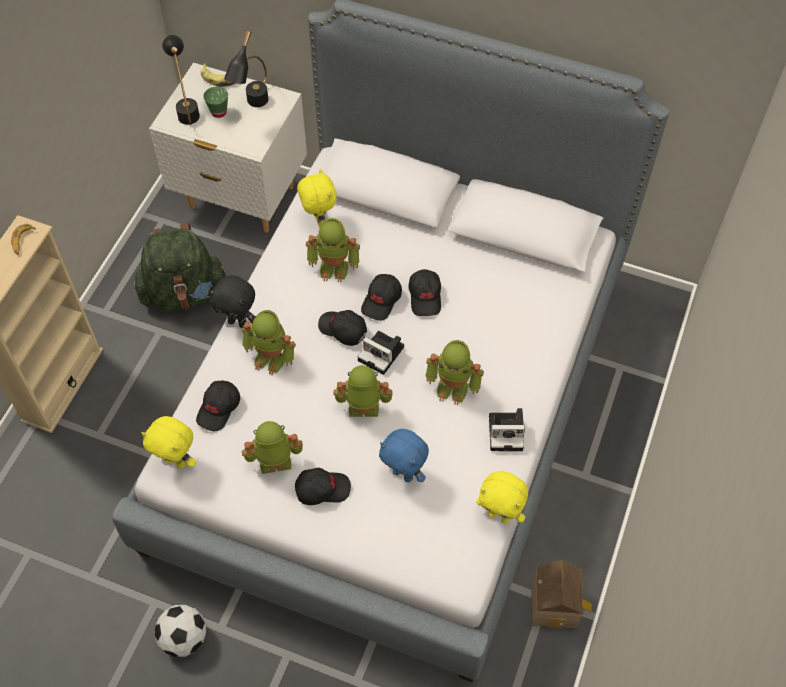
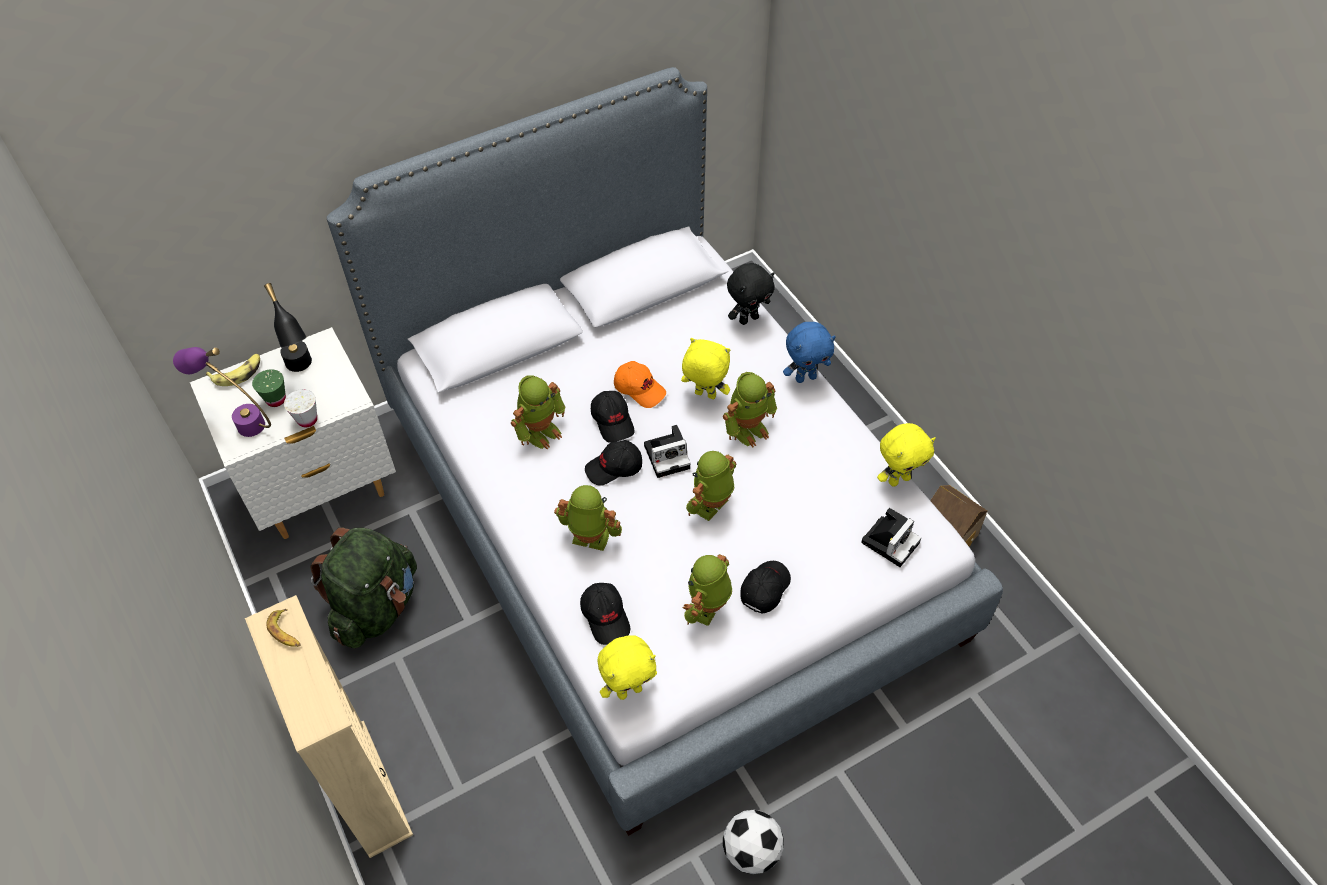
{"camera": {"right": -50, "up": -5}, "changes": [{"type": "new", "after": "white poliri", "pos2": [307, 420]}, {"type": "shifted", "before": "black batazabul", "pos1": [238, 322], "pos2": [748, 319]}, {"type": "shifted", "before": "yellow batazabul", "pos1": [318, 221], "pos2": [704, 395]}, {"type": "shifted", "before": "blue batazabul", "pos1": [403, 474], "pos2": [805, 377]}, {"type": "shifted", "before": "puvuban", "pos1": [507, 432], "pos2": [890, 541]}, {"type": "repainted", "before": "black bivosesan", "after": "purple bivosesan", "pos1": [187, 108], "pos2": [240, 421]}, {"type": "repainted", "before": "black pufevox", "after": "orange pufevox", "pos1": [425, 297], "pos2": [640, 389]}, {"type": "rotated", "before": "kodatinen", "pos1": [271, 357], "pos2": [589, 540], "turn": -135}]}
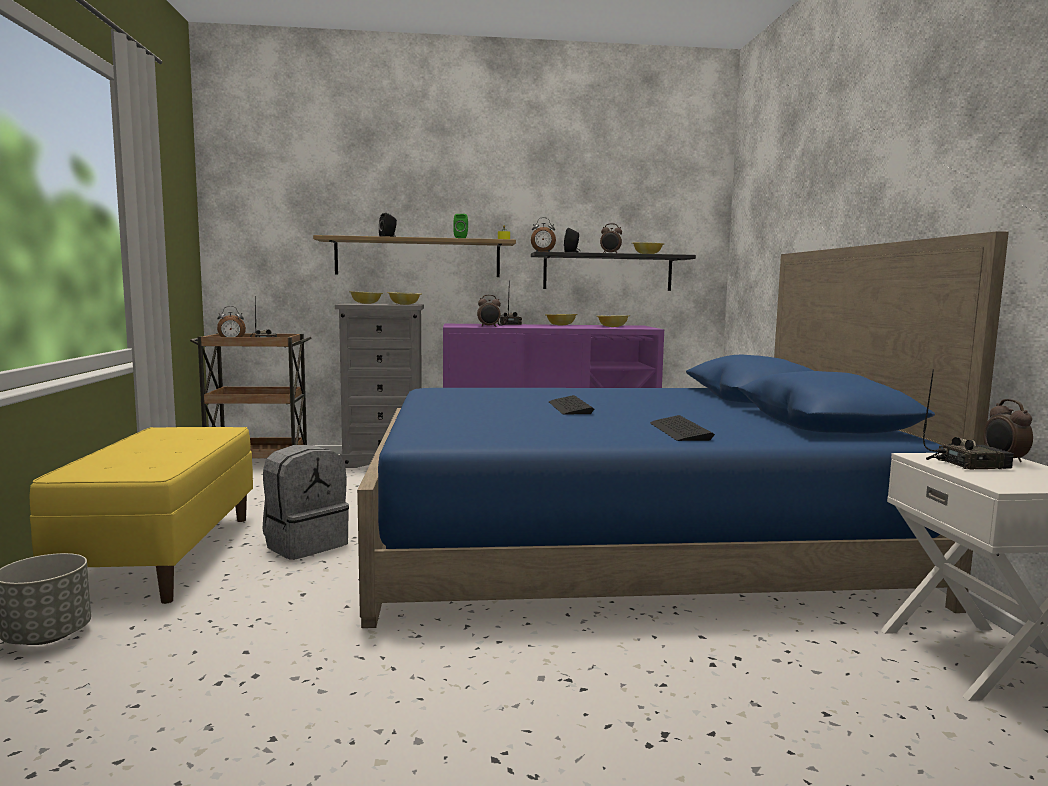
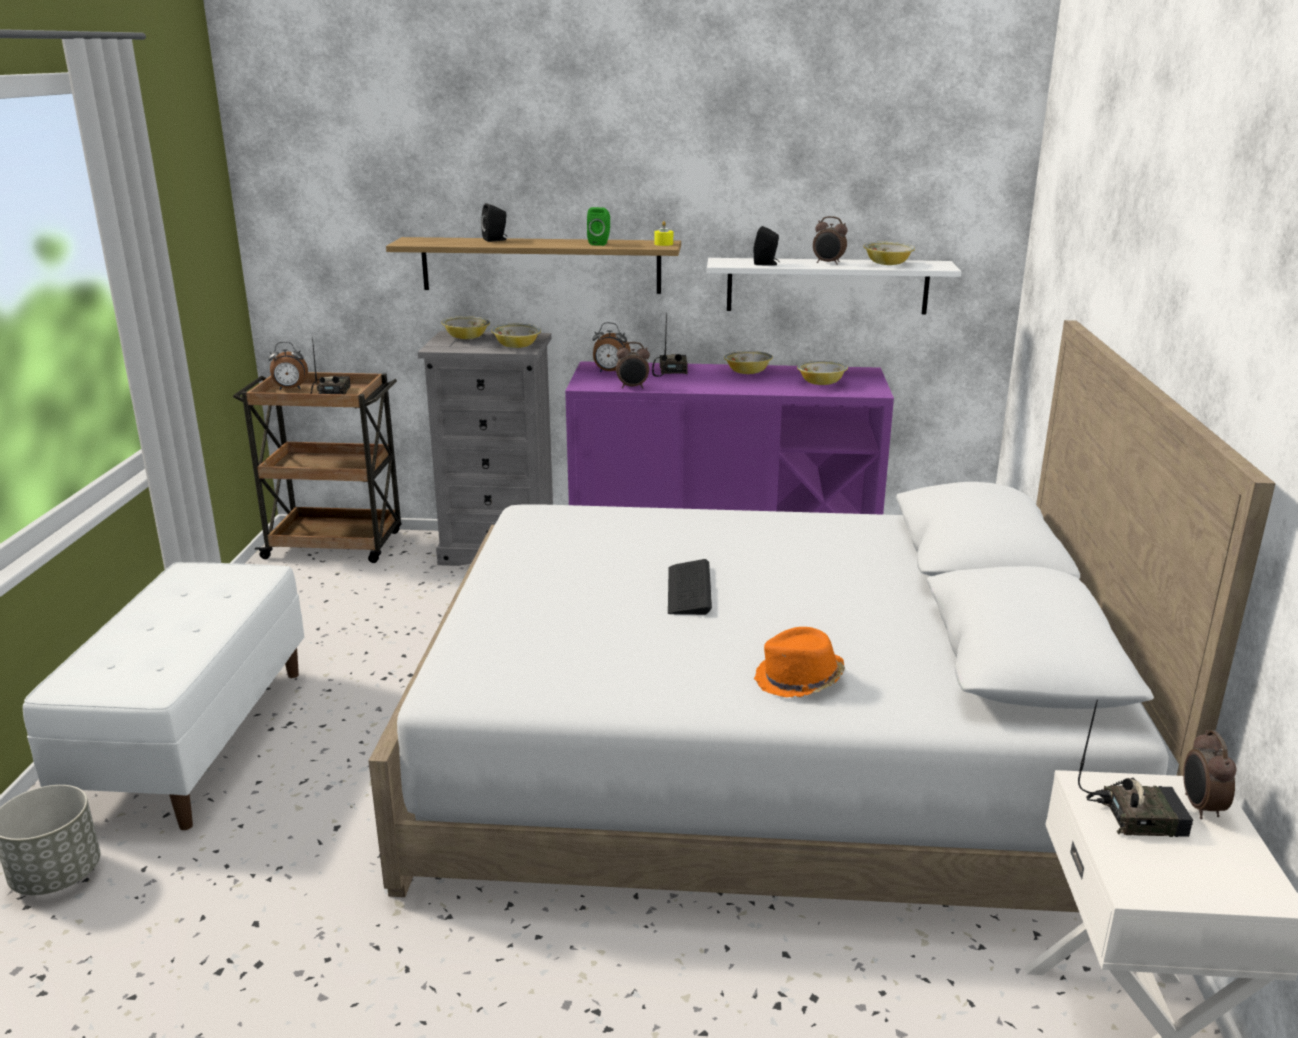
{"camera": {"right": 10, "up": 15}, "changes": [{"type": "gone", "before": "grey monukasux", "pos1": [305, 544]}, {"type": "shifted", "before": "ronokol", "pos1": [543, 252], "pos2": [610, 372]}, {"type": "swapped", "before": "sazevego", "after": "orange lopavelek", "pos1": [680, 431], "pos2": [799, 680]}, {"type": "repainted", "before": "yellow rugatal", "after": "white rugatal", "pos1": [163, 555], "pos2": [193, 739]}, {"type": "repainted", "before": "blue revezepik", "after": "white revezepik", "pos1": [623, 542], "pos2": [761, 756]}, {"type": "repainted", "before": "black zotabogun", "after": "white zotabogun", "pos1": [607, 272], "pos2": [827, 286]}]}
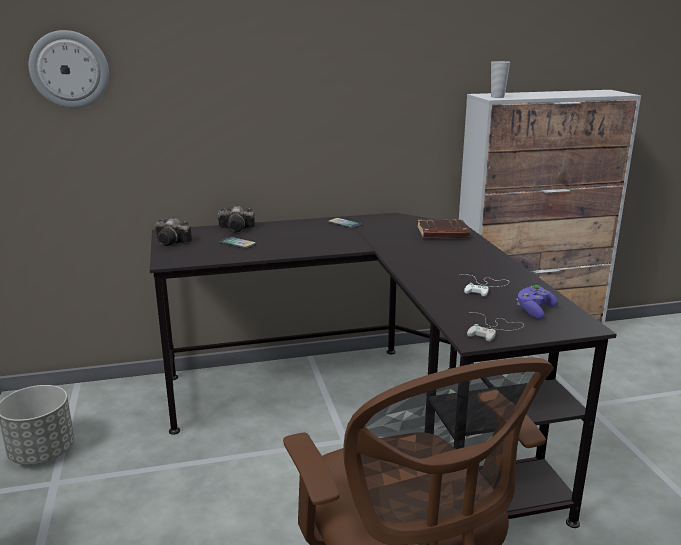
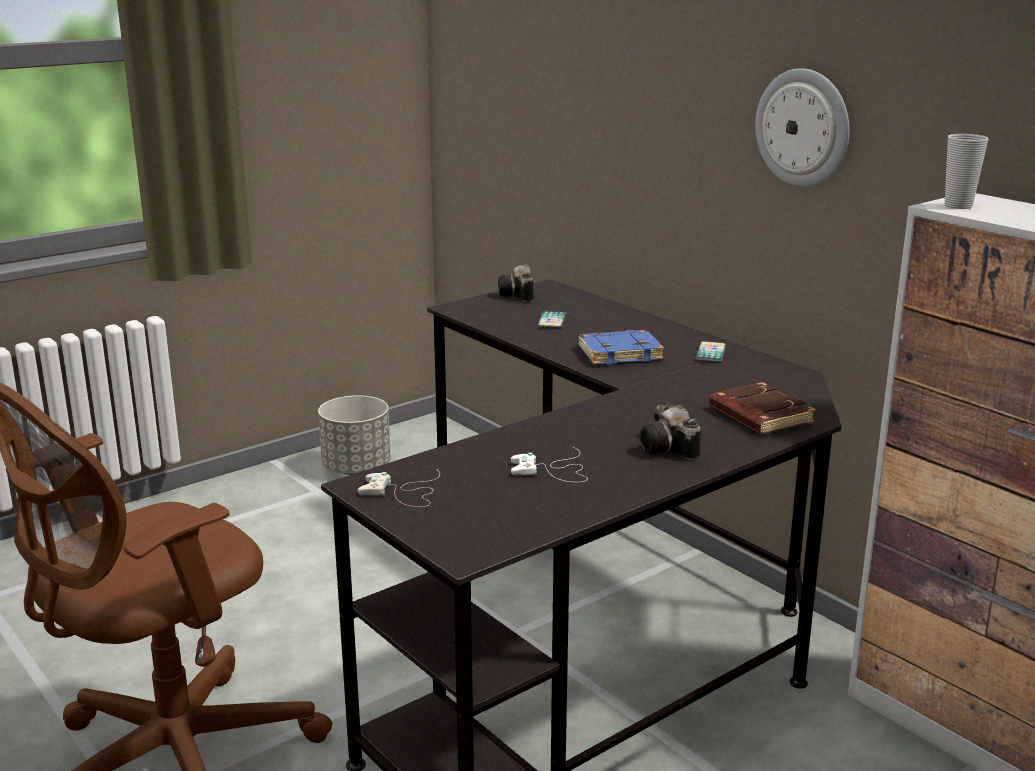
{"camera": {"right": 65, "up": 0}, "changes": [{"type": "gone", "before": "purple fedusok", "pos1": [534, 310]}, {"type": "new", "after": "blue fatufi", "pos2": [620, 353]}, {"type": "shifted", "before": "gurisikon", "pos1": [69, 69], "pos2": [803, 127]}, {"type": "shifted", "before": "puvuban", "pos1": [238, 229], "pos2": [670, 449]}]}
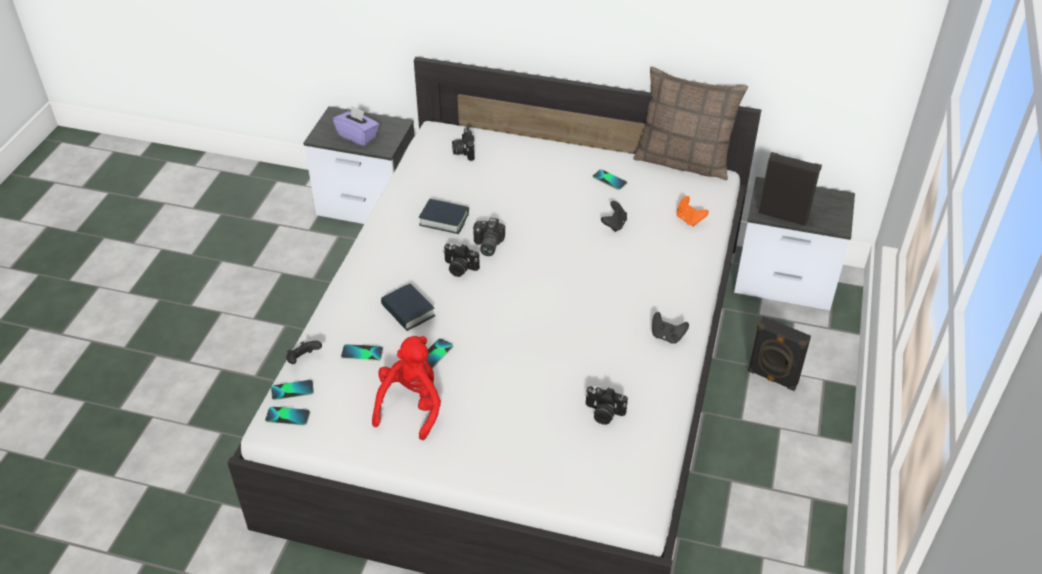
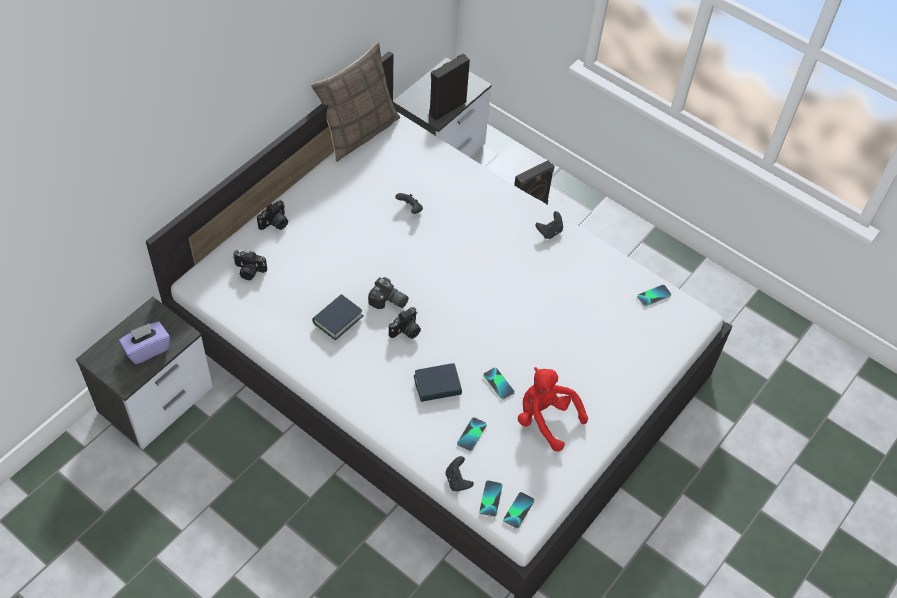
{"camera": {"right": -70, "up": 10}, "changes": [{"type": "gone", "before": "orange fedusok", "pos1": [689, 219]}, {"type": "shifted", "before": "puvuban", "pos1": [603, 413], "pos2": [275, 223]}, {"type": "shifted", "before": "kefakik", "pos1": [609, 180], "pos2": [653, 296]}]}
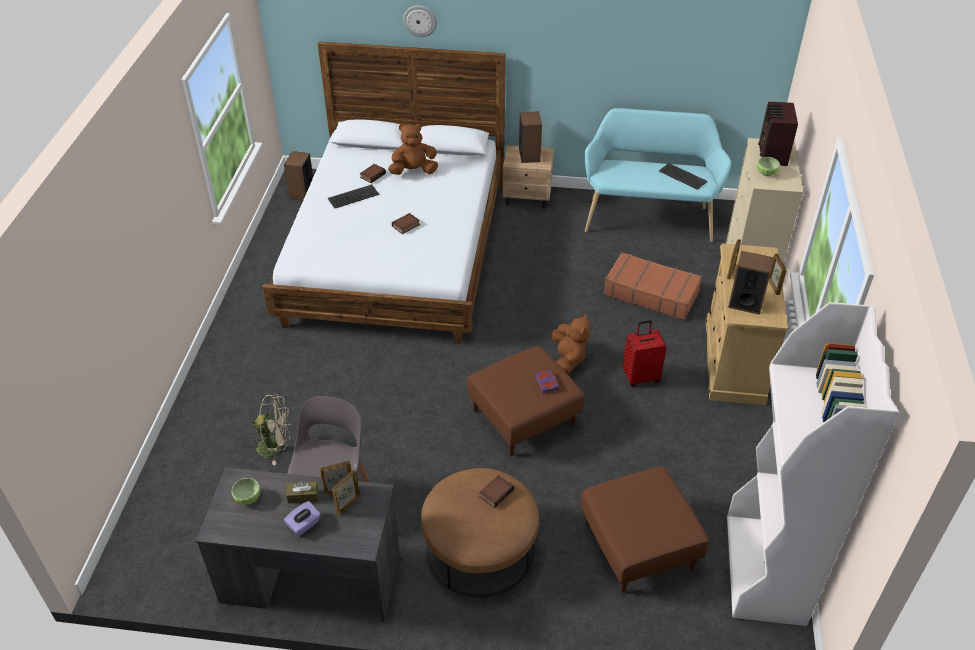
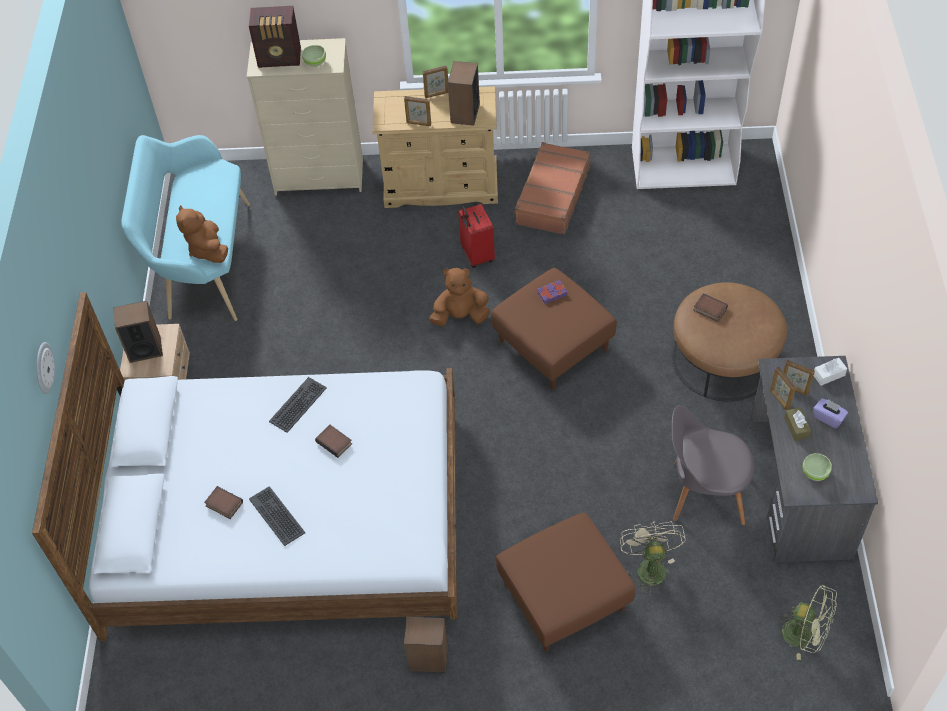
{"camera": {"right": -95, "up": 10}, "changes": [{"type": "new", "after": "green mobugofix", "pos2": [804, 635]}, {"type": "new", "after": "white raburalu", "pos2": [828, 375]}, {"type": "shifted", "before": "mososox", "pos1": [302, 193], "pos2": [428, 658]}, {"type": "shifted", "before": "brown batazabul", "pos1": [413, 171], "pos2": [207, 249]}, {"type": "shifted", "before": "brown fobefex", "pos1": [638, 546], "pos2": [564, 597]}, {"type": "shifted", "before": "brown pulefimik", "pos1": [651, 293], "pos2": [552, 196]}, {"type": "shifted", "before": "sazevego", "pos1": [682, 177], "pos2": [298, 405]}]}
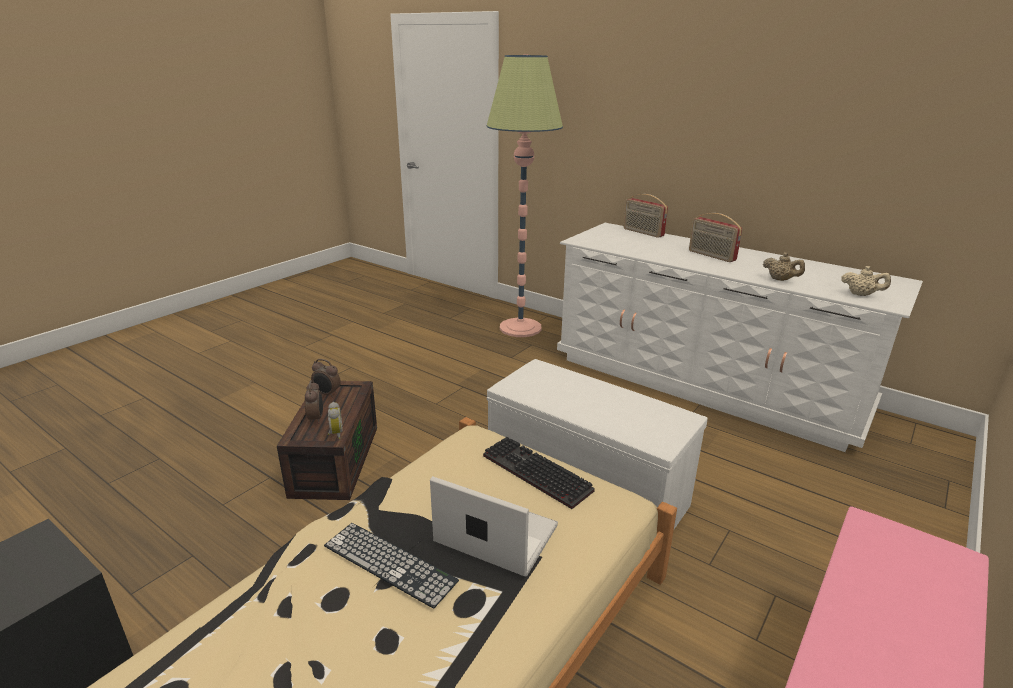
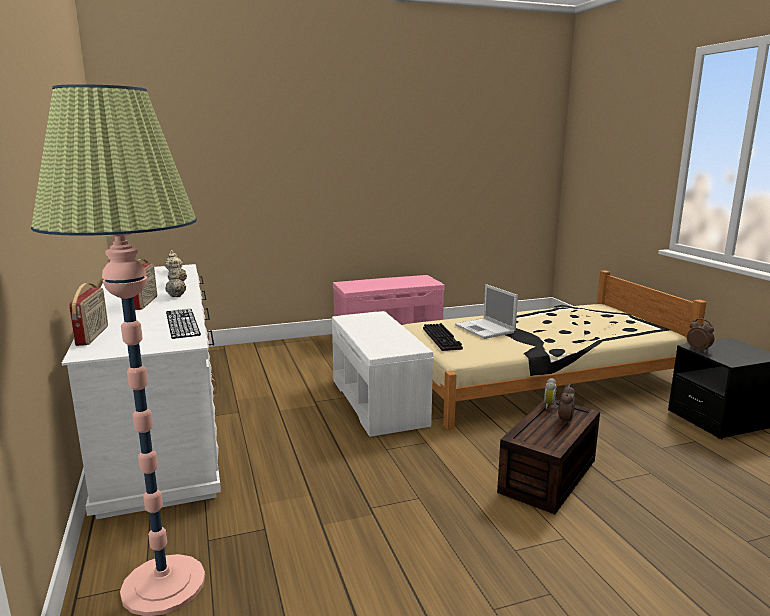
{"camera": {"right": -145, "up": -10}, "changes": [{"type": "new", "after": "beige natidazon", "pos2": [176, 296]}, {"type": "shifted", "before": "ronokol", "pos1": [327, 394], "pos2": [698, 350]}, {"type": "shifted", "before": "sazevego", "pos1": [389, 563], "pos2": [182, 323]}]}
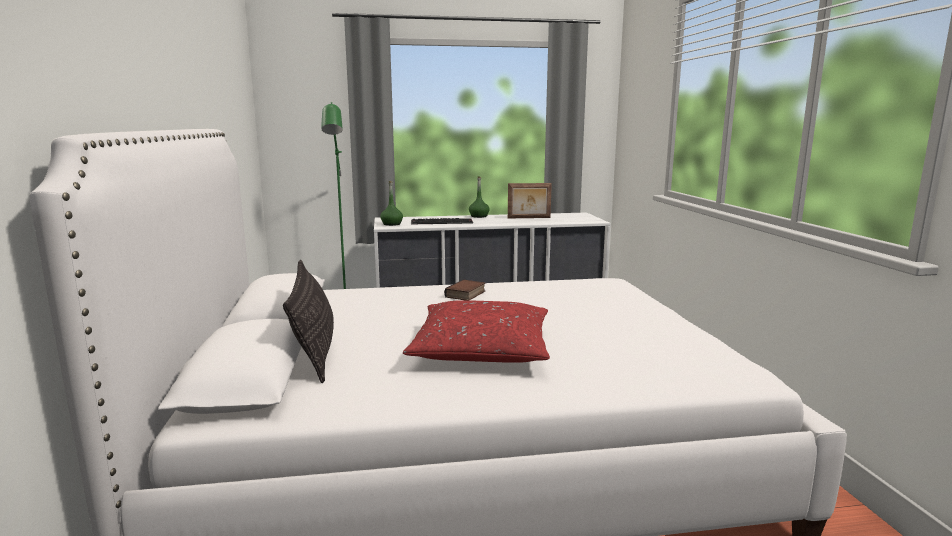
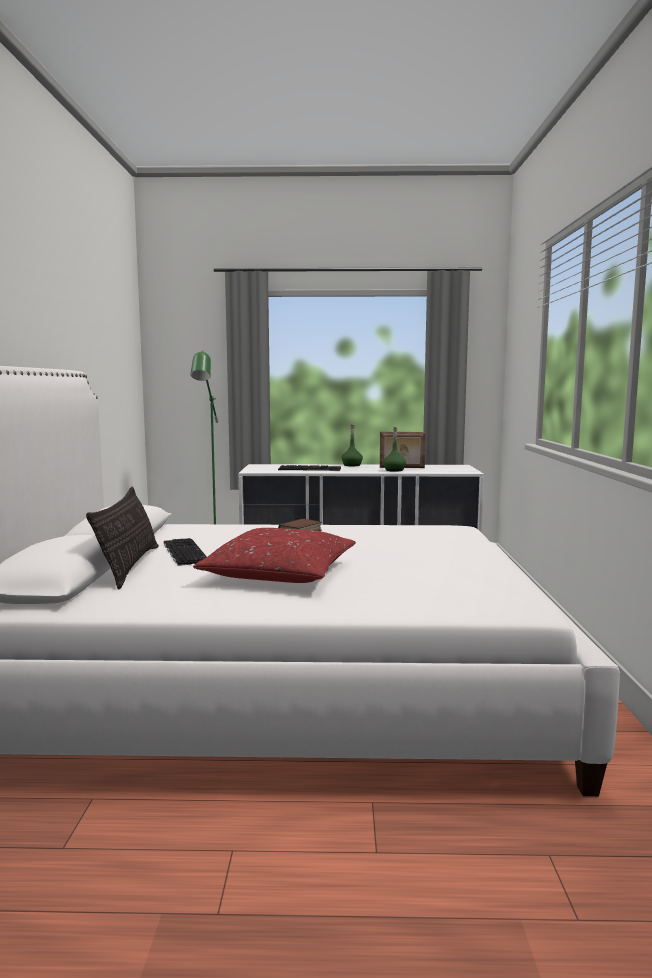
{"camera": {"right": 10, "up": -5}, "changes": [{"type": "new", "after": "sazevego", "pos2": [183, 552]}, {"type": "shifted", "before": "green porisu", "pos1": [392, 224], "pos2": [394, 470]}]}
